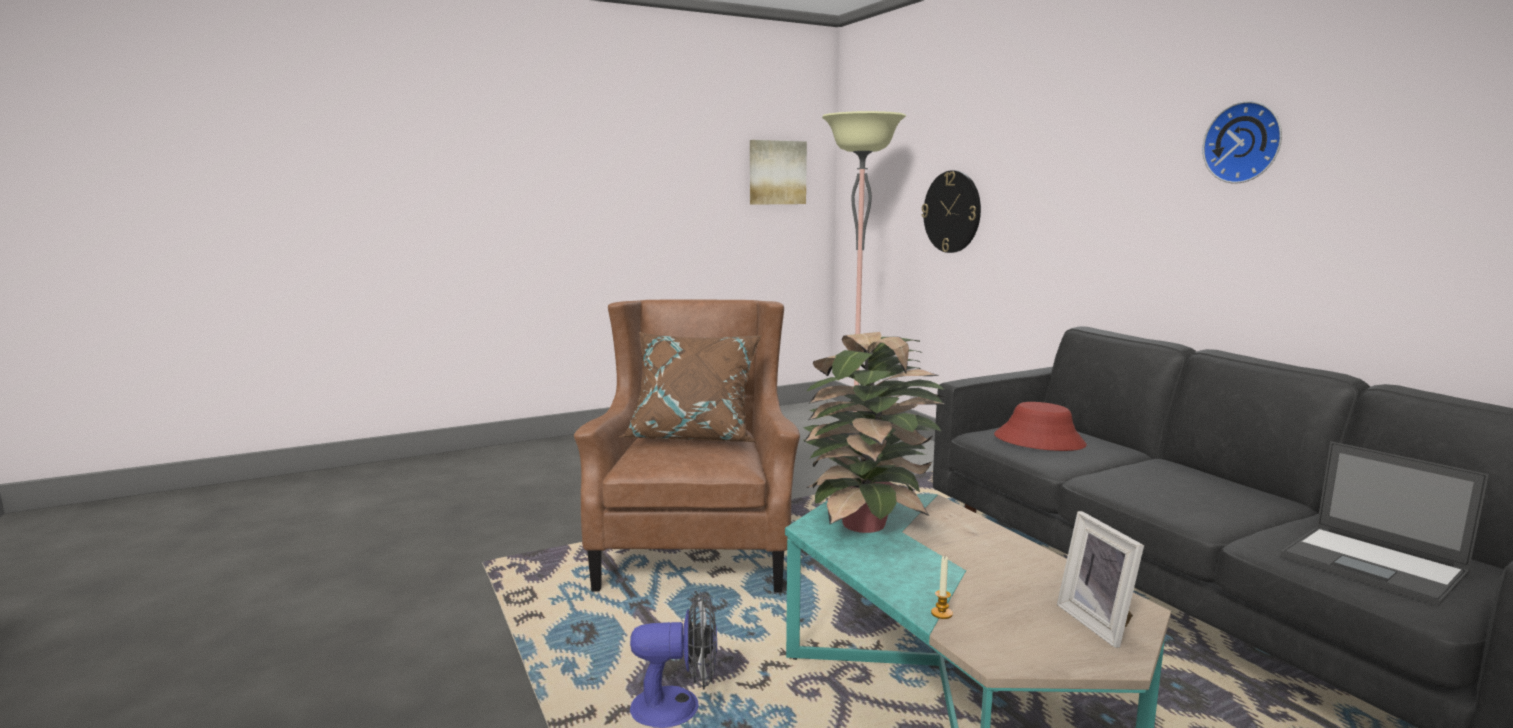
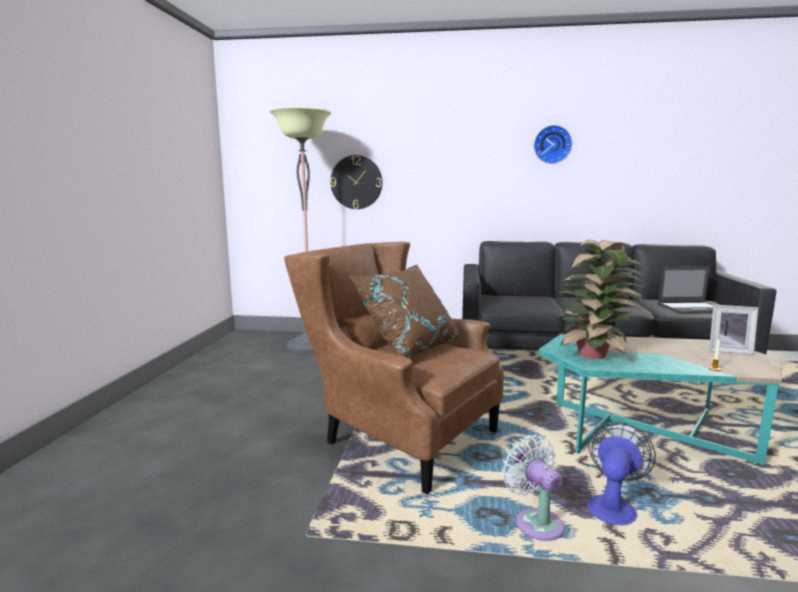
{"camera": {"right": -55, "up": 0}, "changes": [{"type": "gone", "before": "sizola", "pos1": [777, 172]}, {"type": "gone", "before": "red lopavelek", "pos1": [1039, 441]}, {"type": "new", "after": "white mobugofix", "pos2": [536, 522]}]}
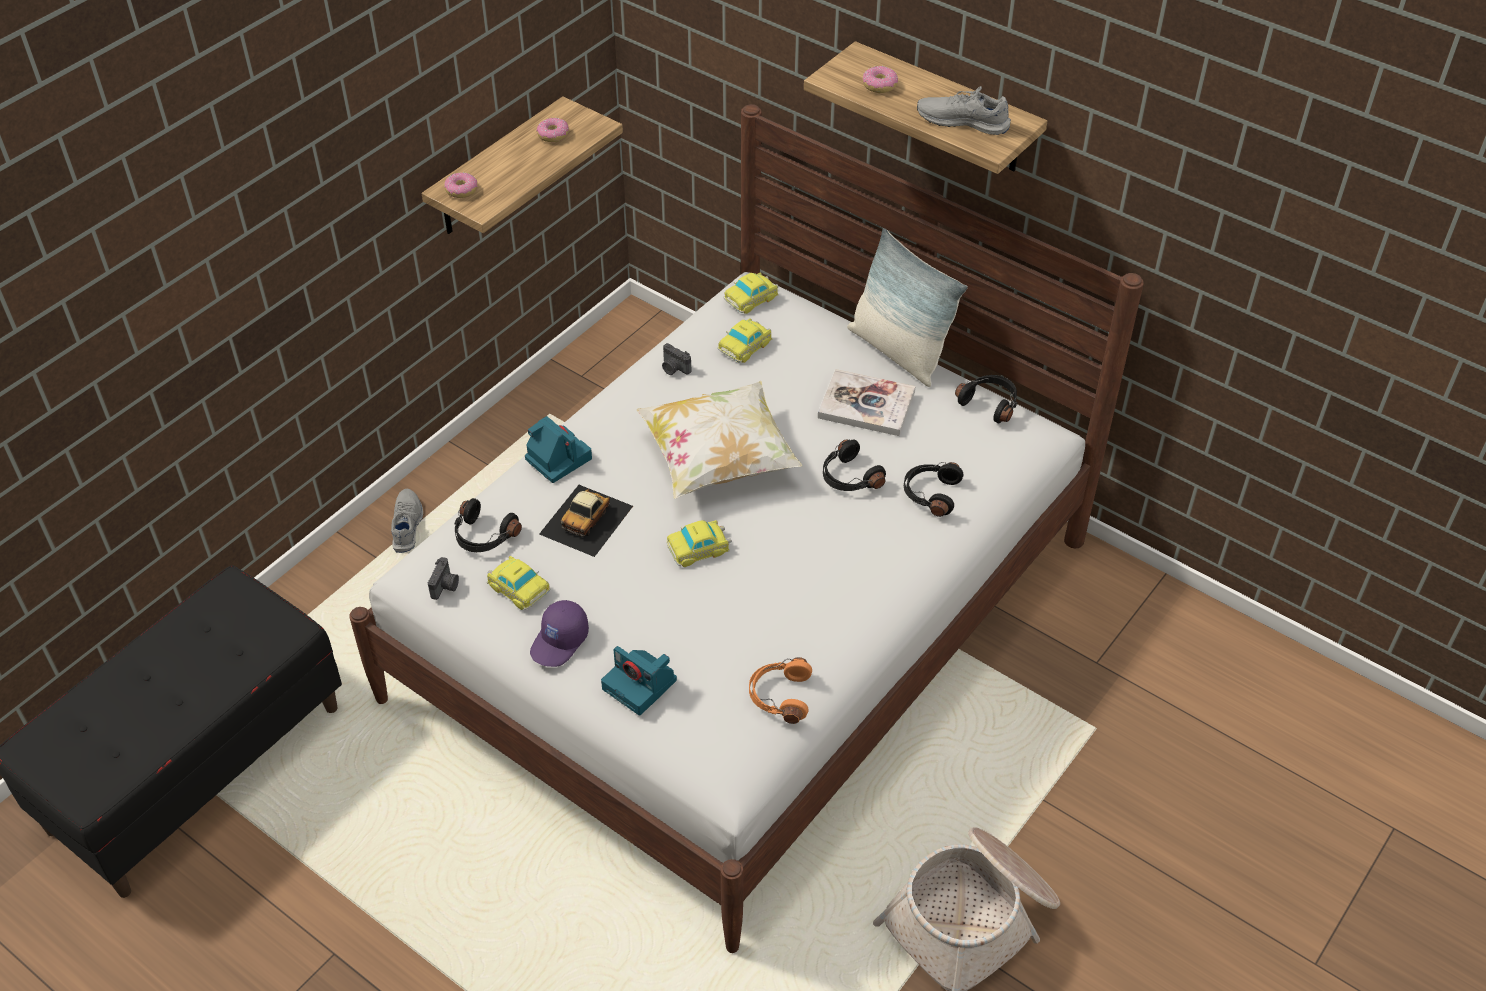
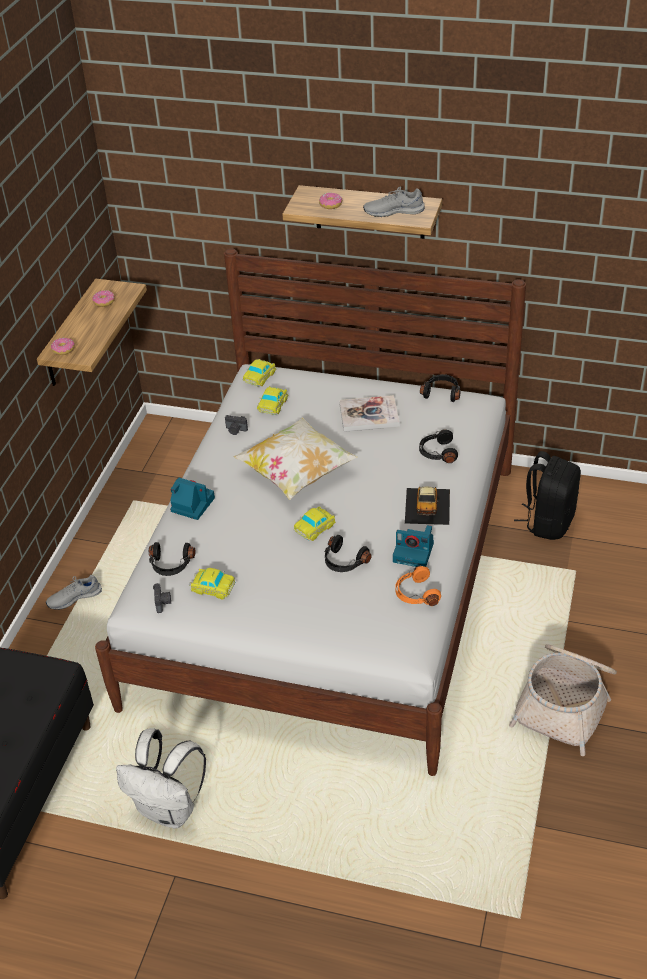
{"camera": {"right": -20, "up": -5}, "changes": [{"type": "gone", "before": "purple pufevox", "pos1": [560, 641]}, {"type": "gone", "before": "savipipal", "pos1": [898, 351]}, {"type": "new", "after": "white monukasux", "pos2": [169, 810]}, {"type": "new", "after": "black monukasux", "pos2": [548, 522]}, {"type": "shifted", "before": "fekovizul", "pos1": [587, 519], "pos2": [427, 505]}, {"type": "shifted", "before": "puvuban", "pos1": [641, 685], "pos2": [414, 552]}, {"type": "shifted", "before": "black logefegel", "pos1": [849, 477], "pos2": [344, 562]}, {"type": "rotated", "before": "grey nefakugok", "pos1": [407, 525], "pos2": [74, 597], "turn": -90}]}
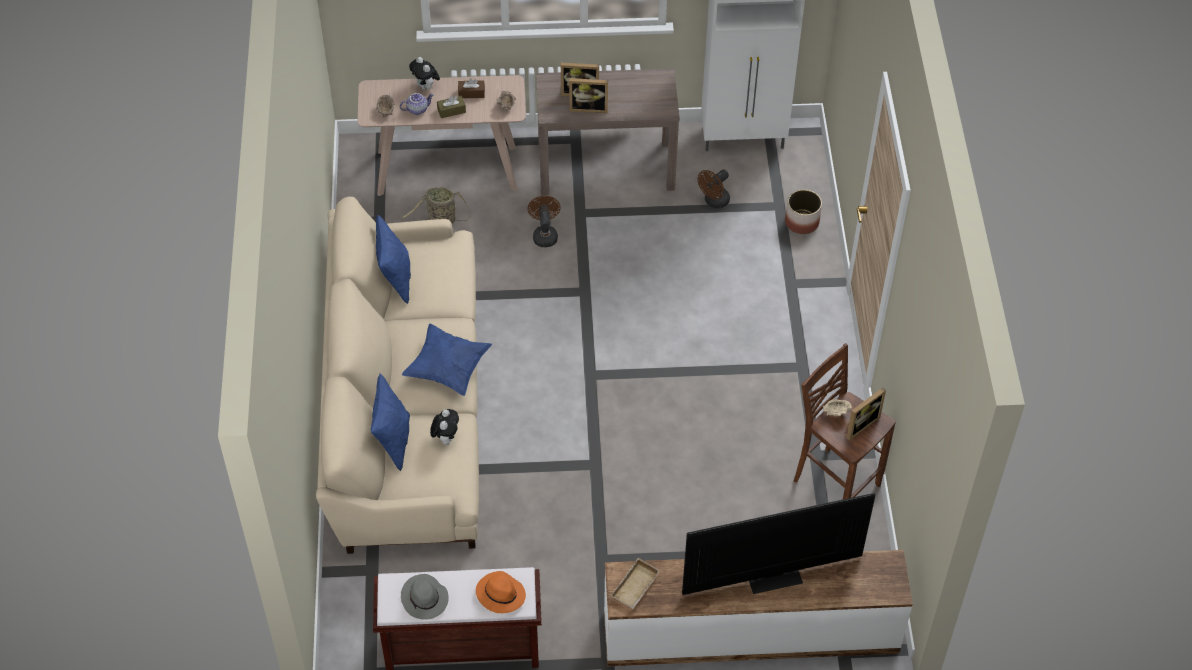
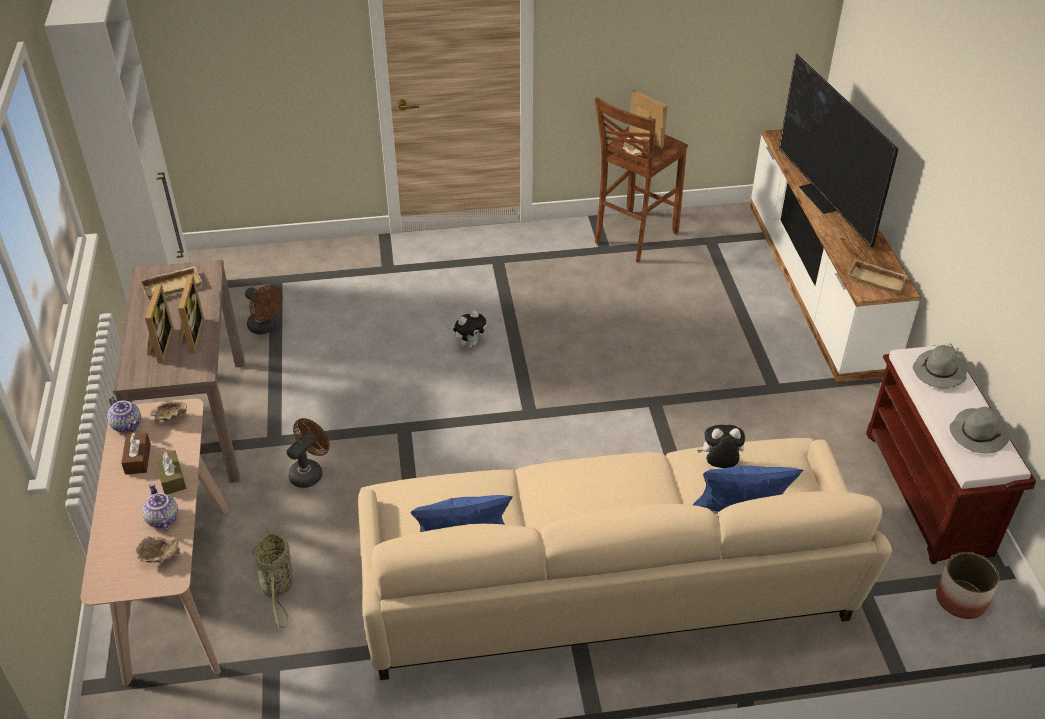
{"camera": {"right": -95, "up": -10}, "changes": [{"type": "gone", "before": "blue savipipal", "pos1": [447, 369]}, {"type": "new", "after": "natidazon", "pos2": [128, 425]}, {"type": "new", "after": "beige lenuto", "pos2": [172, 285]}, {"type": "shifted", "before": "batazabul", "pos1": [426, 87], "pos2": [470, 344]}, {"type": "shifted", "before": "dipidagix", "pos1": [802, 222], "pos2": [961, 599]}, {"type": "repainted", "before": "orange lopavelek", "after": "grey lopavelek", "pos1": [500, 594], "pos2": [939, 372]}, {"type": "rotated", "before": "brown mobugofix", "pos1": [544, 234], "pos2": [309, 472], "turn": 135}]}
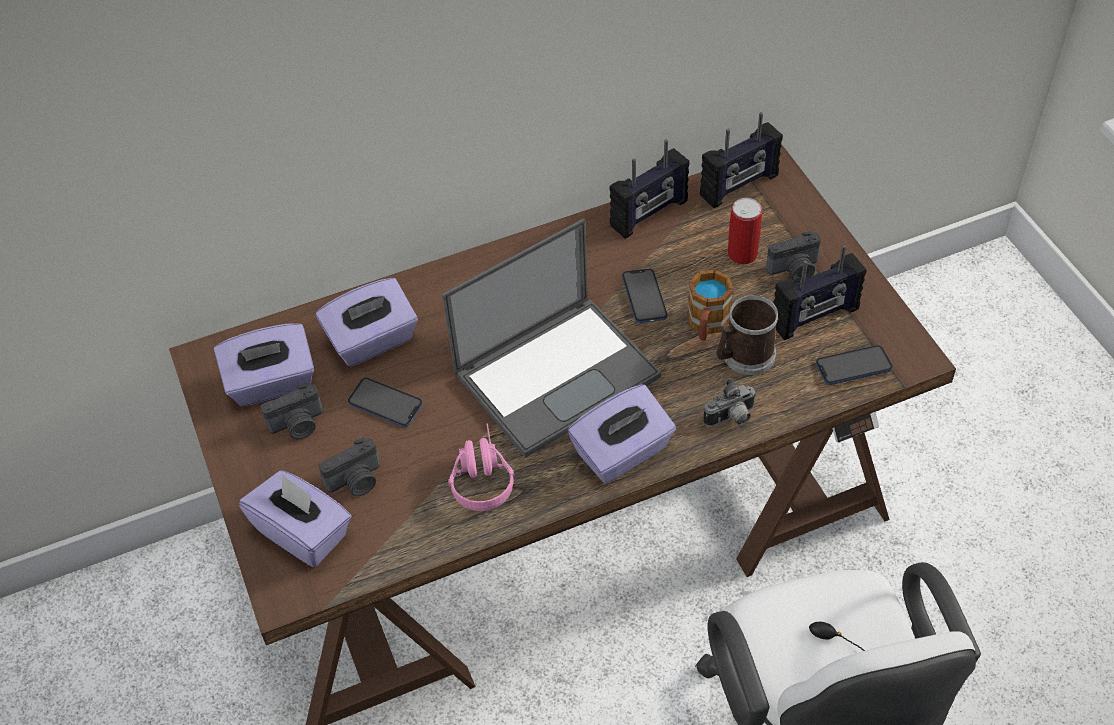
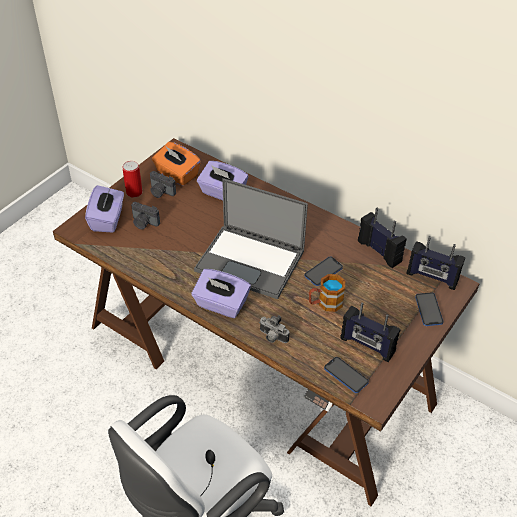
{"camera": {"right": 55, "up": -5}, "changes": [{"type": "gone", "before": "pink logefegel", "pos1": [480, 475]}, {"type": "gone", "before": "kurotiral", "pos1": [743, 357]}, {"type": "gone", "before": "puvuban", "pos1": [795, 270]}, {"type": "shifted", "before": "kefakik", "pos1": [385, 404], "pos2": [428, 310]}, {"type": "shifted", "before": "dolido", "pos1": [742, 254], "pos2": [134, 192]}, {"type": "repainted", "before": "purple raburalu", "after": "orange raburalu", "pos1": [272, 383], "pos2": [177, 174]}, {"type": "rotated", "before": "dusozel", "pos1": [649, 214], "pos2": [379, 251], "turn": -150}]}
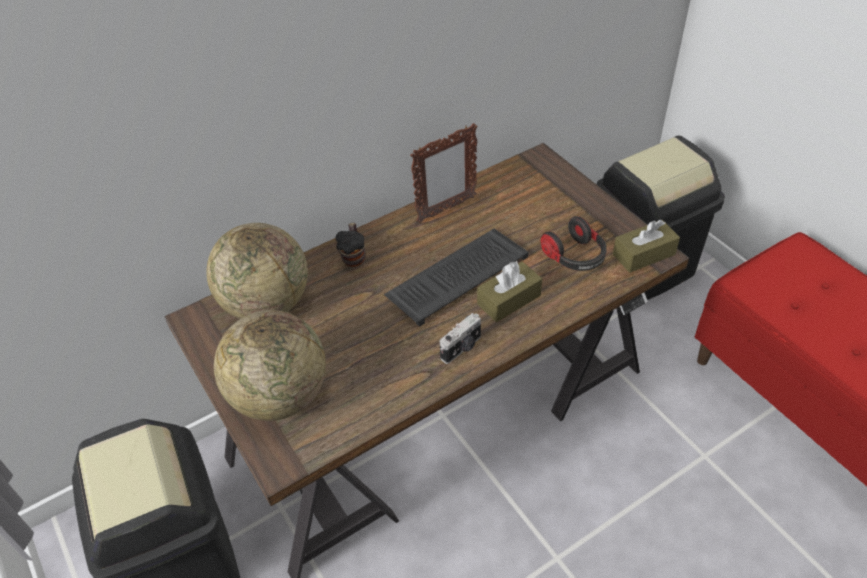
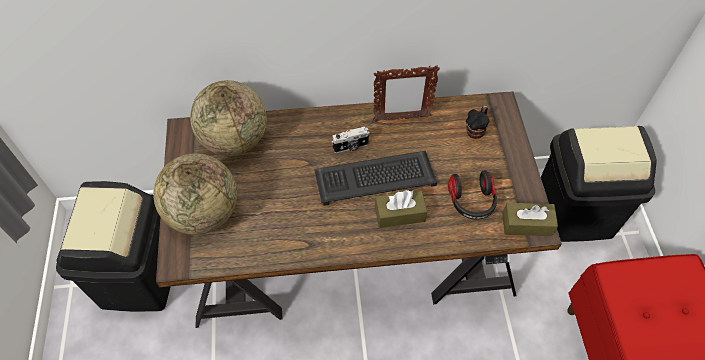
{"camera": {"right": 25, "up": 10}, "changes": [{"type": "shifted", "before": "kurotiral", "pos1": [354, 256], "pos2": [476, 130]}, {"type": "shifted", "before": "puvuban", "pos1": [462, 348], "pos2": [351, 147]}]}
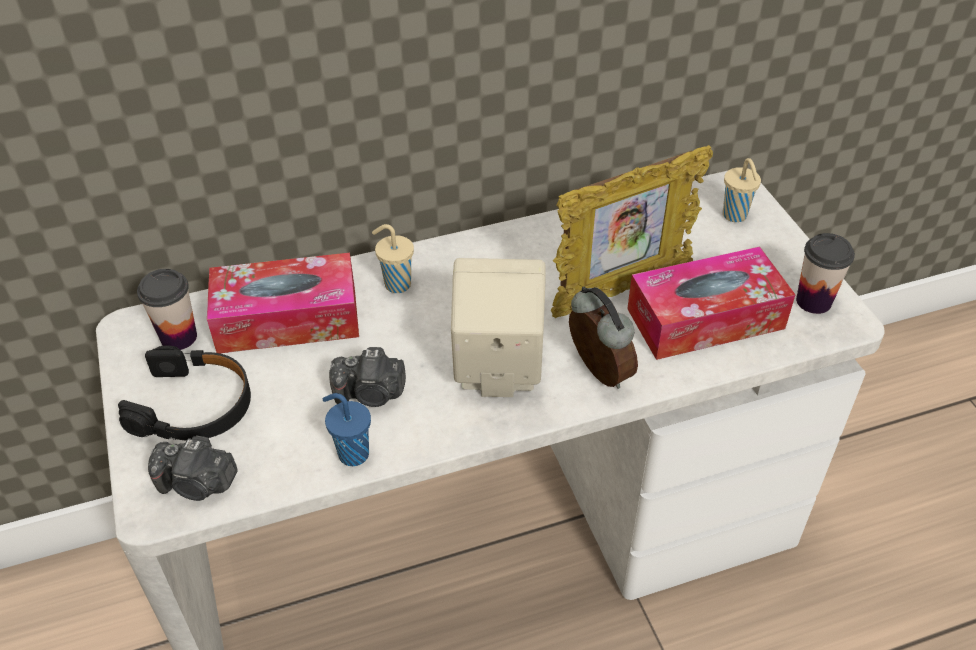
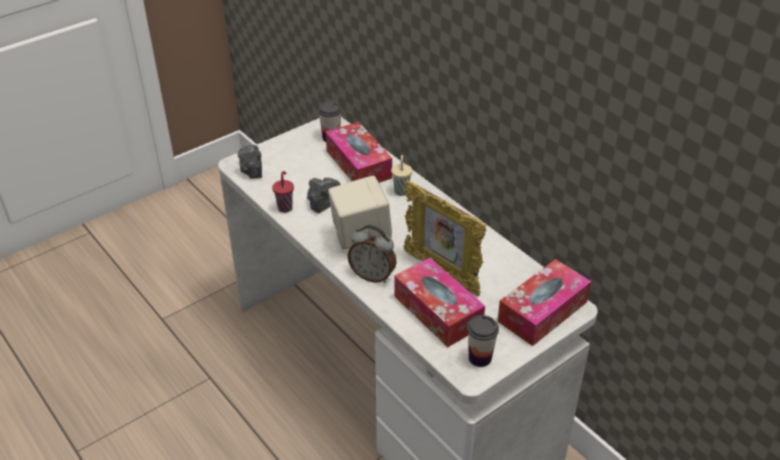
{"camera": {"right": 70, "up": -5}, "changes": [{"type": "gone", "before": "black logefegel", "pos1": [194, 406]}, {"type": "swapped", "before": "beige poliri", "after": "raburalu", "pos1": [735, 216], "pos2": [542, 311]}, {"type": "repainted", "before": "blue poliri", "after": "red poliri", "pos1": [352, 454], "pos2": [285, 207]}, {"type": "rotated", "before": "puvuban", "pos1": [371, 394], "pos2": [323, 203], "turn": 60}, {"type": "rotated", "before": "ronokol", "pos1": [596, 373], "pos2": [372, 275], "turn": 75}]}
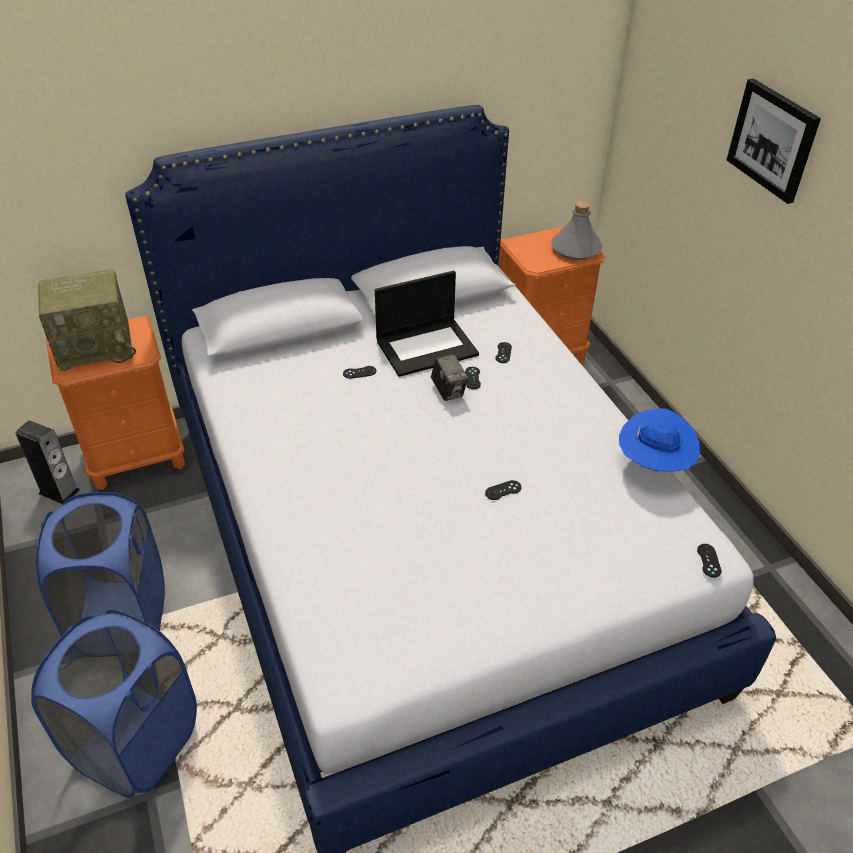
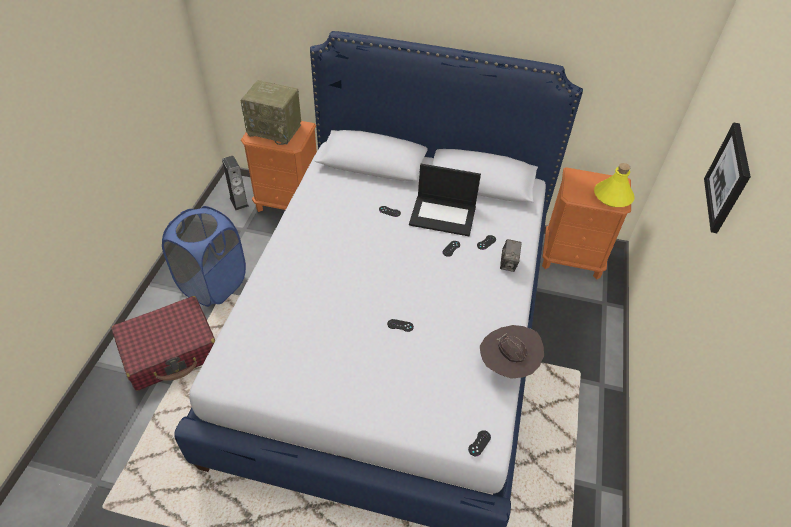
{"camera": {"right": 35, "up": 5}, "changes": [{"type": "shifted", "before": "puvuban", "pos1": [448, 391], "pos2": [508, 264]}, {"type": "swapped", "before": "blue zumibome", "after": "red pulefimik", "pos1": [137, 744], "pos2": [170, 350]}, {"type": "repainted", "before": "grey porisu", "after": "yellow porisu", "pos1": [575, 248], "pos2": [612, 196]}, {"type": "repainted", "before": "blue lopavelek", "after": "brown lopavelek", "pos1": [653, 465], "pos2": [507, 365]}]}
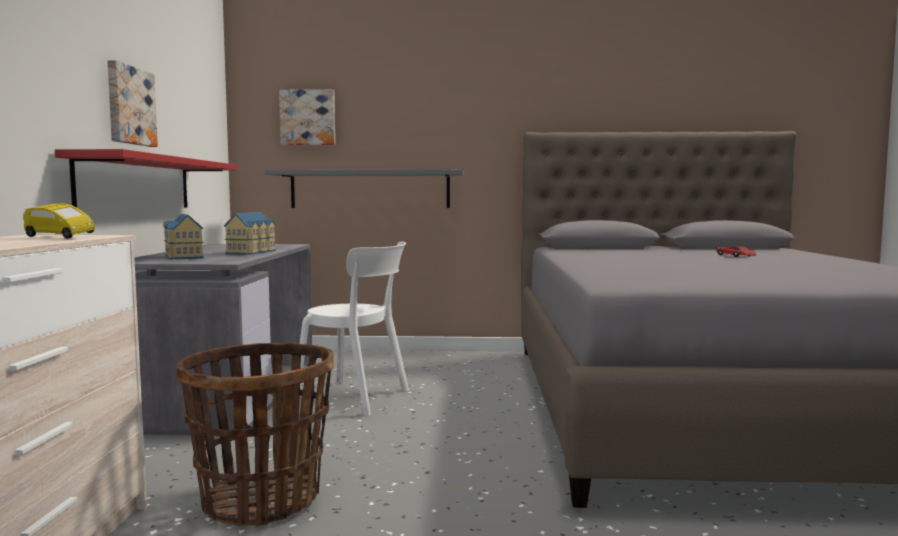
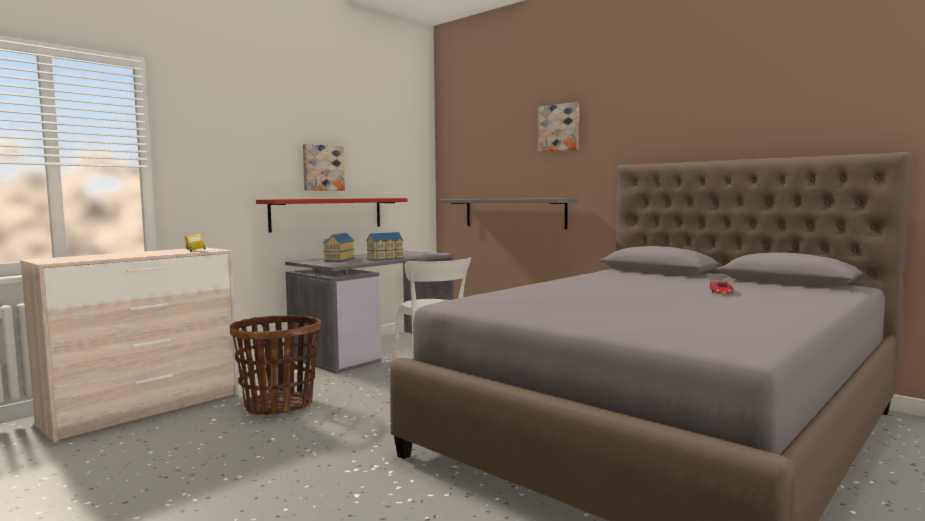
{"camera": {"right": 40, "up": 0}, "changes": [{"type": "shifted", "before": "sizola", "pos1": [308, 118], "pos2": [559, 128]}]}
